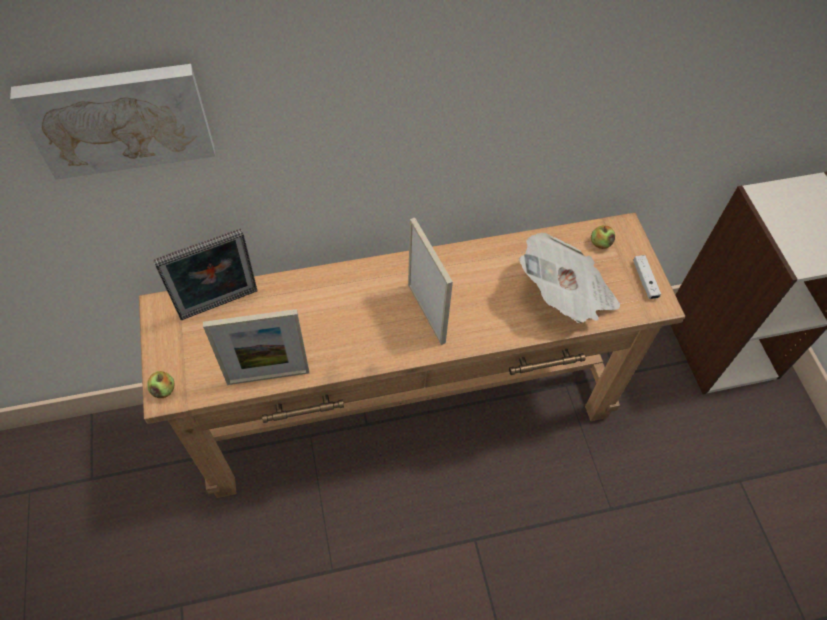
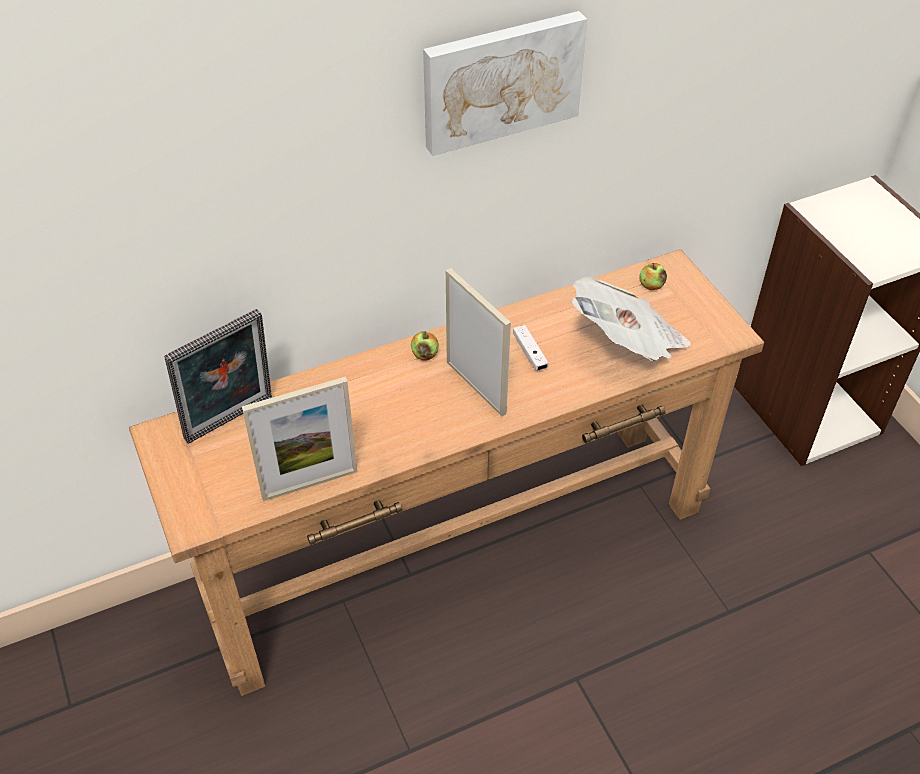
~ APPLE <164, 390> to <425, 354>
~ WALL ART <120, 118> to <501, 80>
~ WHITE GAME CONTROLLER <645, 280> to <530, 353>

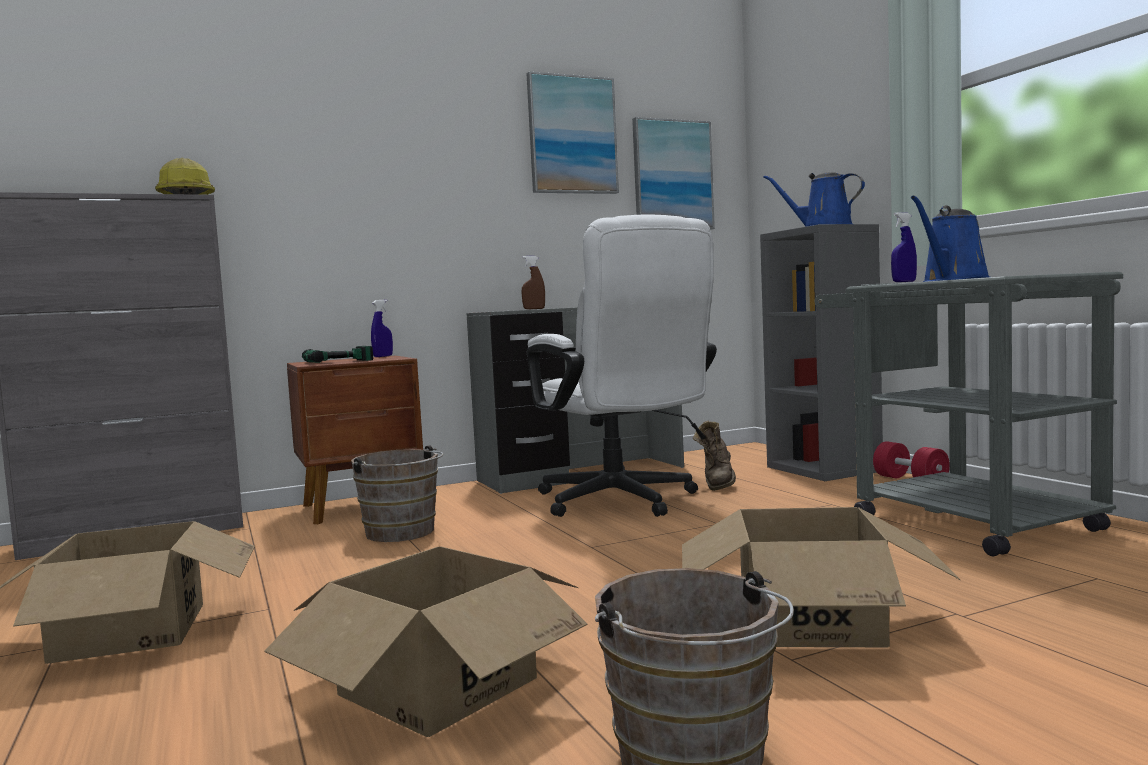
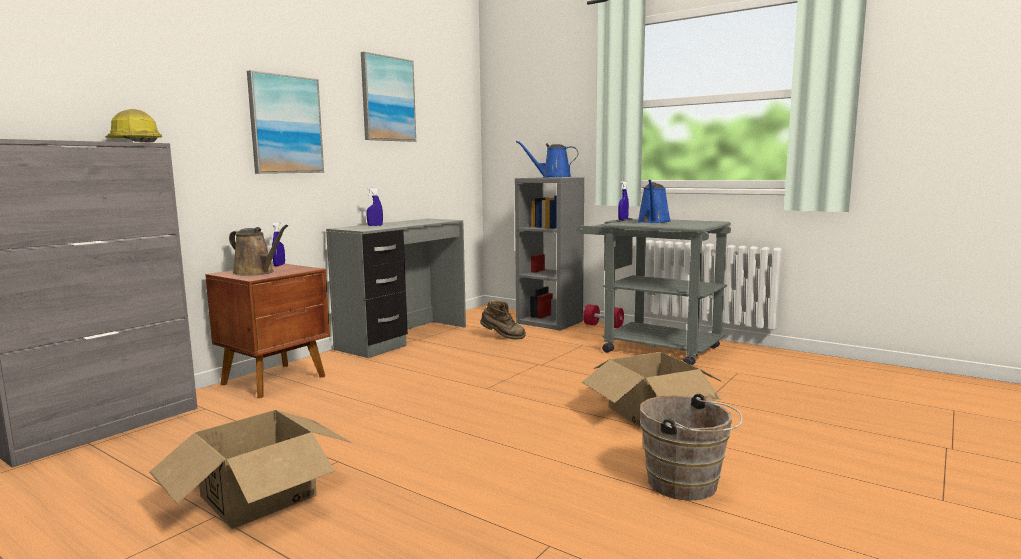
~ ELECTRIC DRILL <334, 361> to BROWNISH SPRINKLING CAN <256, 272>
~ WALL ART <672, 175> to <285, 125>
~ BROWNISH SPRAY BOTTLE <534, 309> to BLUE-COLOURED SPRAY BOTTLE <375, 225>
~ BROWNISH HIGH-TOP BOOT <718, 484> = <502, 337> 60 degrees counterclockwise
- PACKING BOX <439, 685>
- BROWNISH WATER BUCKET <402, 533>
- WHITE OFFICE CHAIR <623, 502>

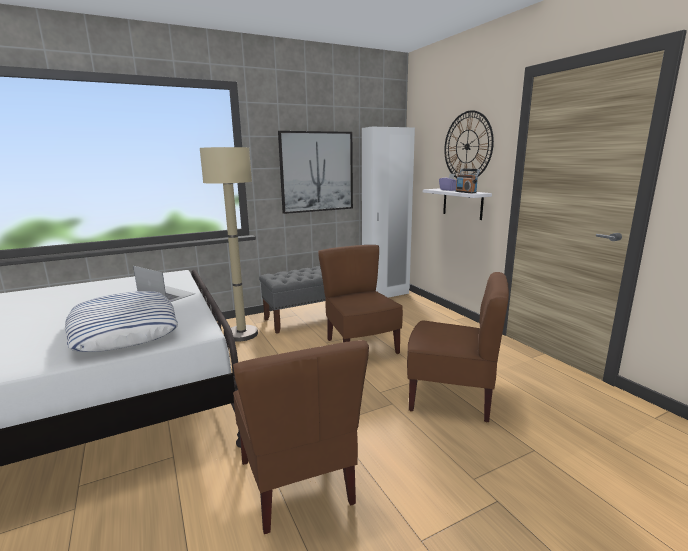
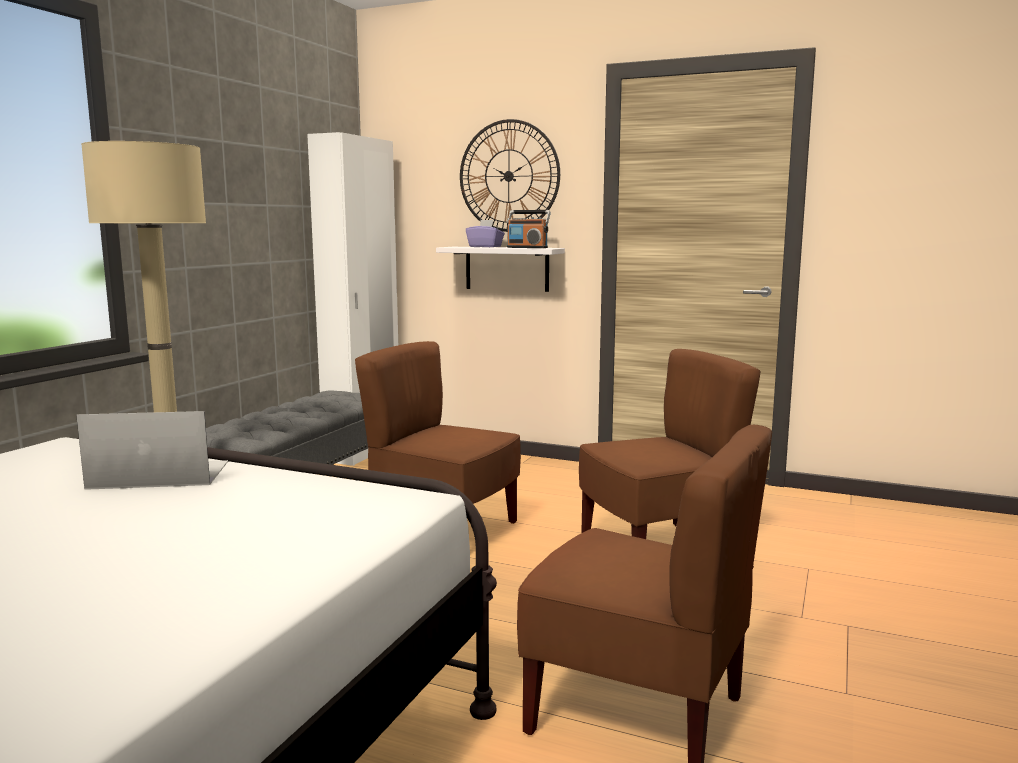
- PILLOW <124, 329>
- WALL ART <317, 172>

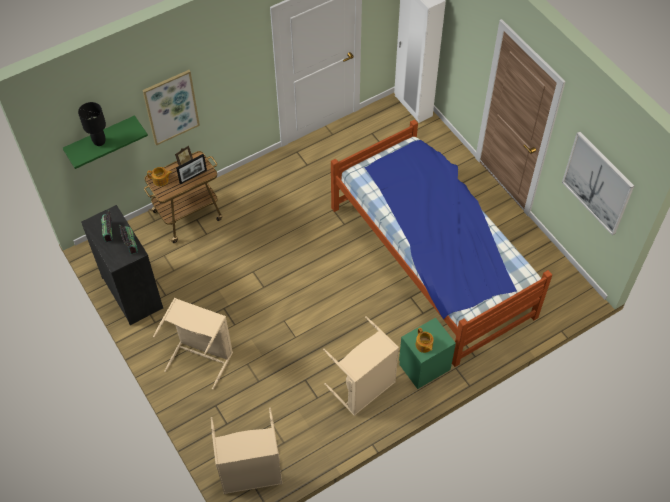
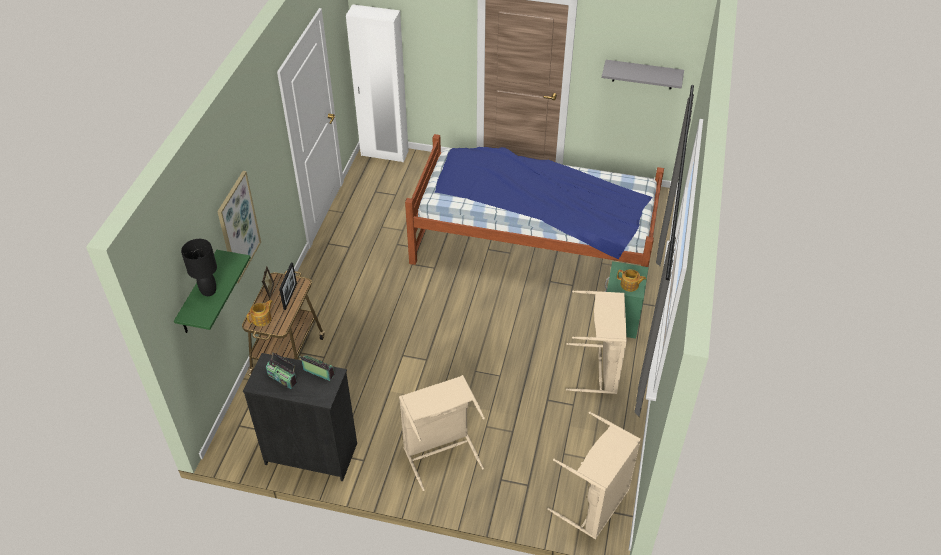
~ WALL ART <597, 183> to GRAY WALL SHELF <643, 74>

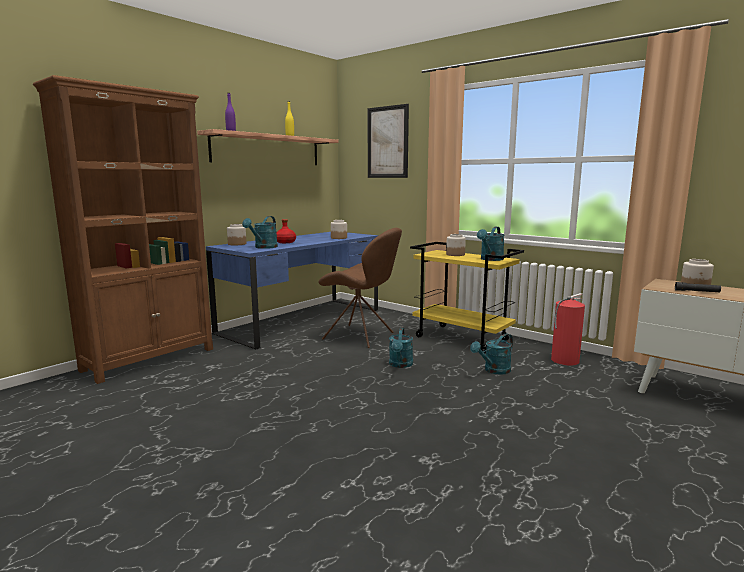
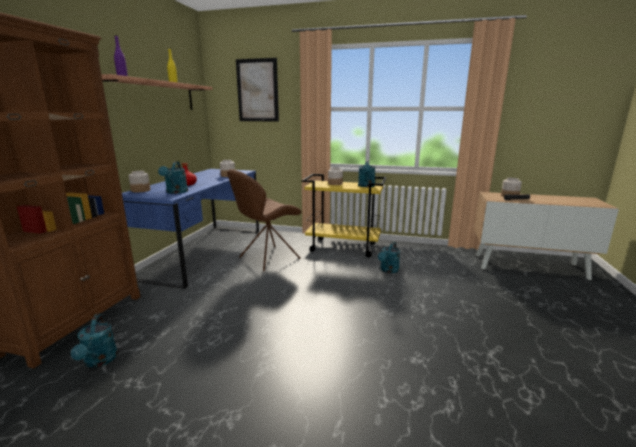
~ TURQUOISE SPRINKLING CAN <400, 365> to <99, 361>
~ BROWNISH CHAIR <360, 336> = <267, 259> 135 degrees clockwise
- EXTINGUISHER <563, 360>

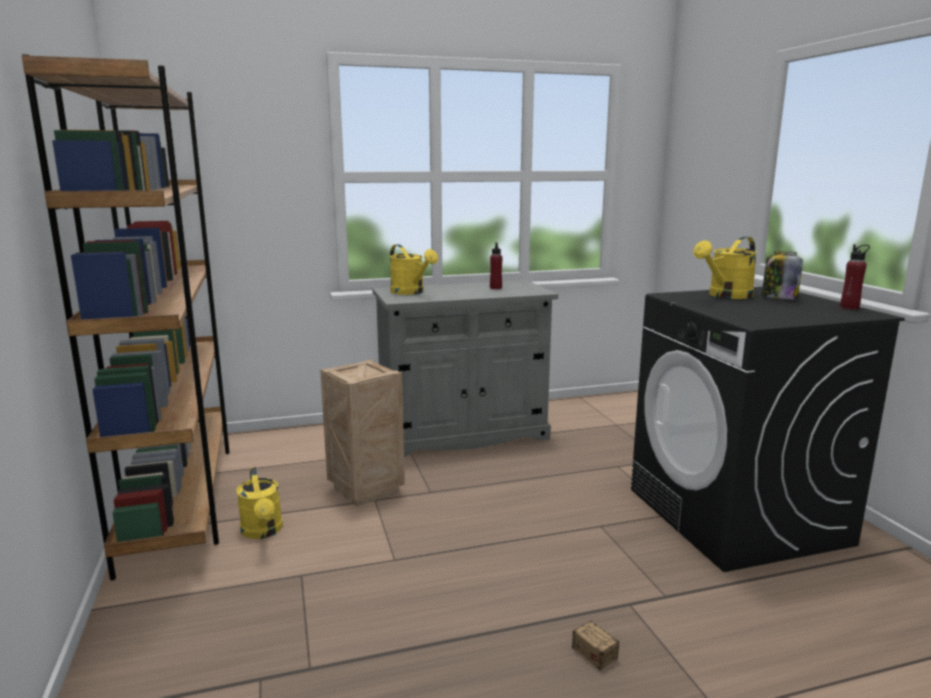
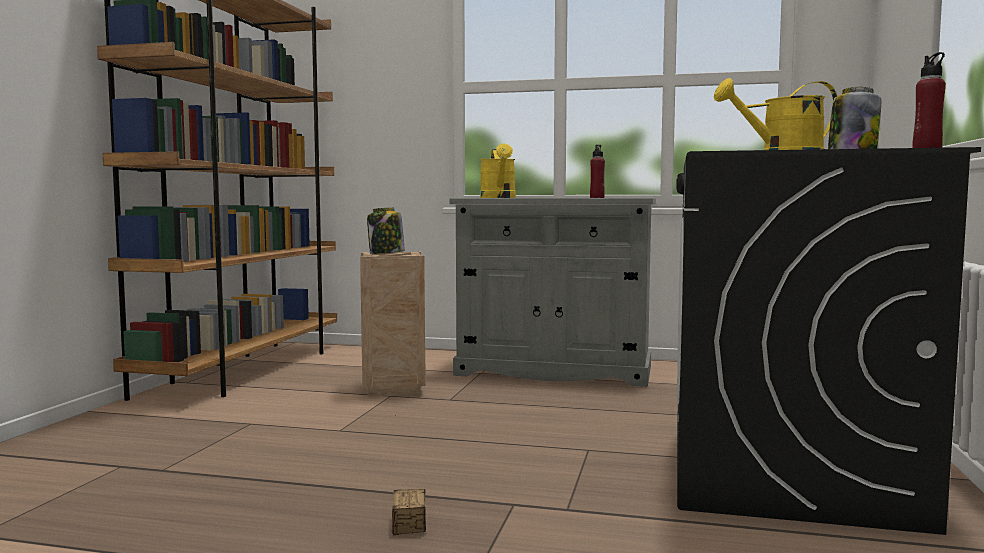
+ STORAGE JAR <386, 254>
- YELLOW SPRINKLING CAN <263, 532>

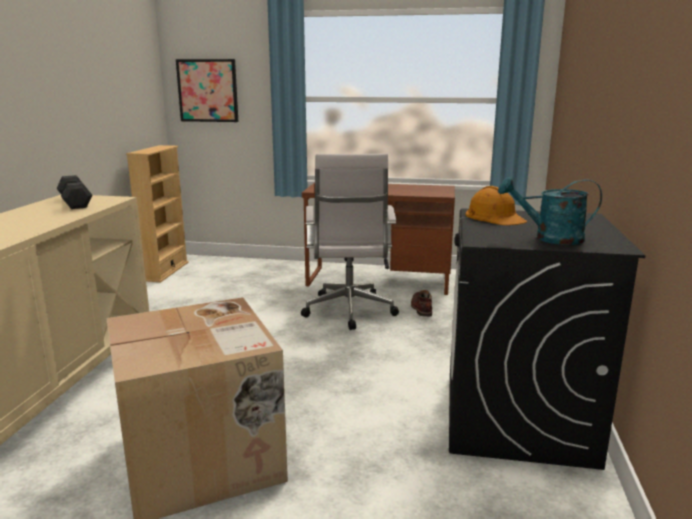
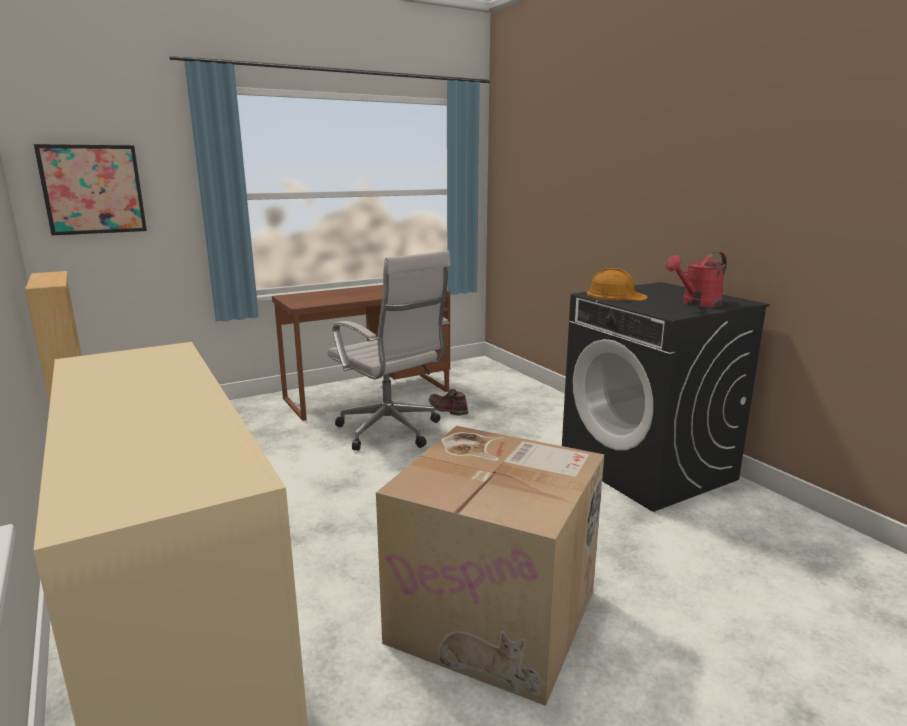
~ TURQUOISE SPRINKLING CAN <550, 238> to RED SPRINKLING CAN <696, 304>
- GRAY DUMBBELL <75, 203>

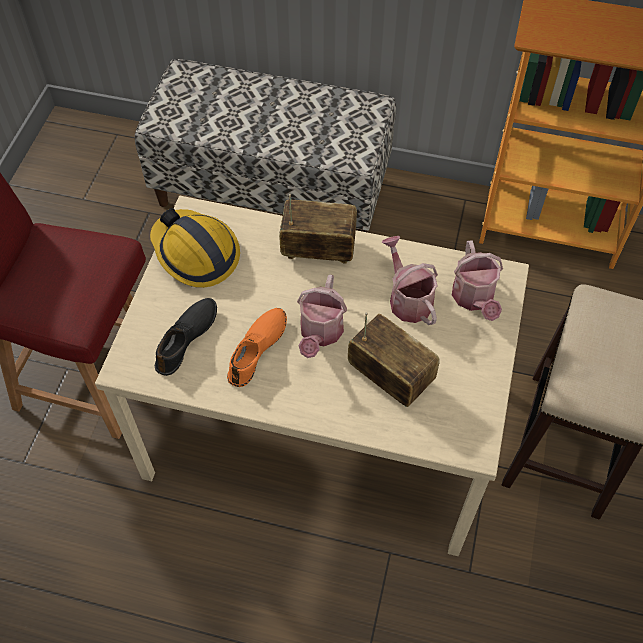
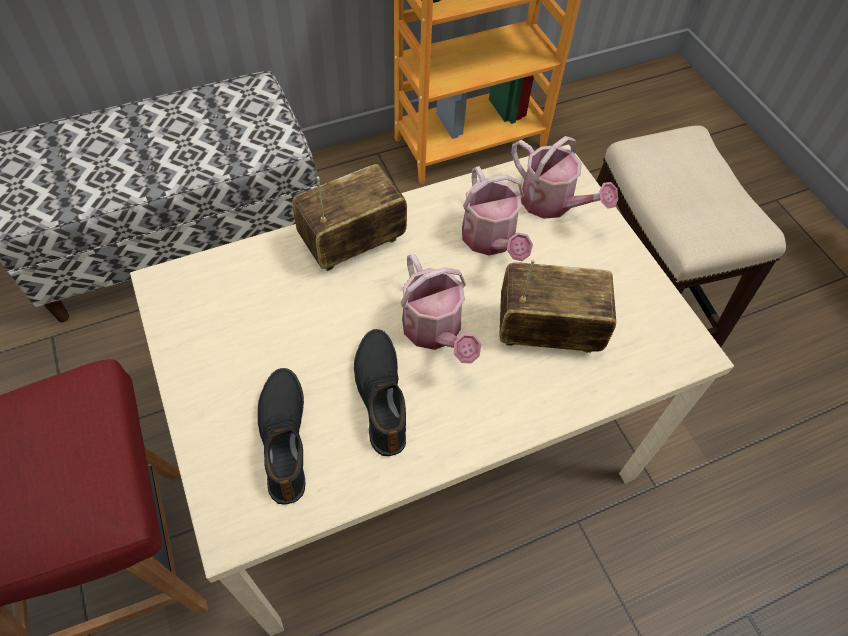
~ ORANGE-COLOURED SHOE <257, 350> to BLACK SHOE <382, 395>
~ SPRINKLING CAN <407, 299> = <491, 241> 135 degrees counterclockwise
- SAFETY HELMET <195, 253>

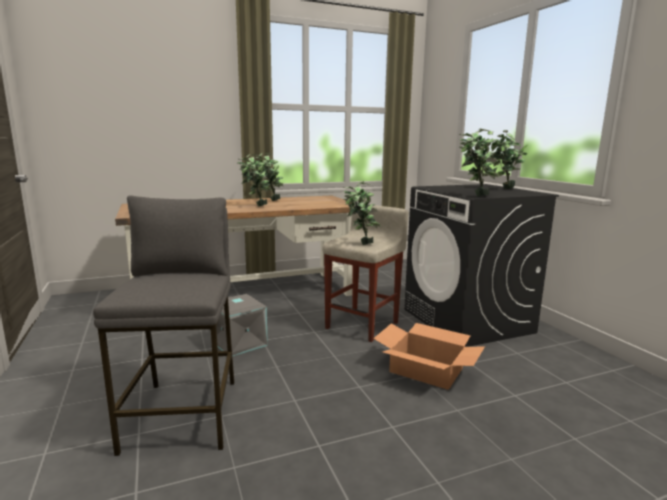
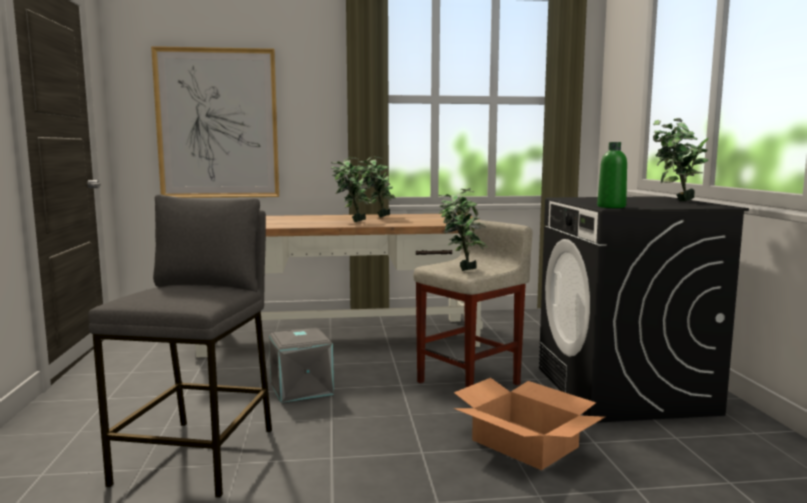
+ WALL ART <217, 124>
~ HOUSEPLANT <474, 195> to GREEN BOTTLE <611, 207>

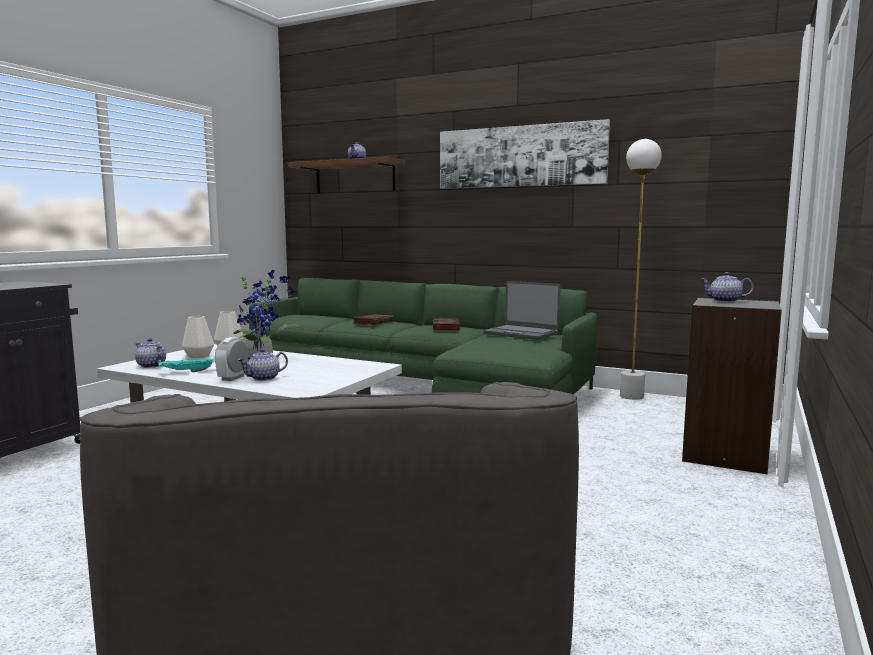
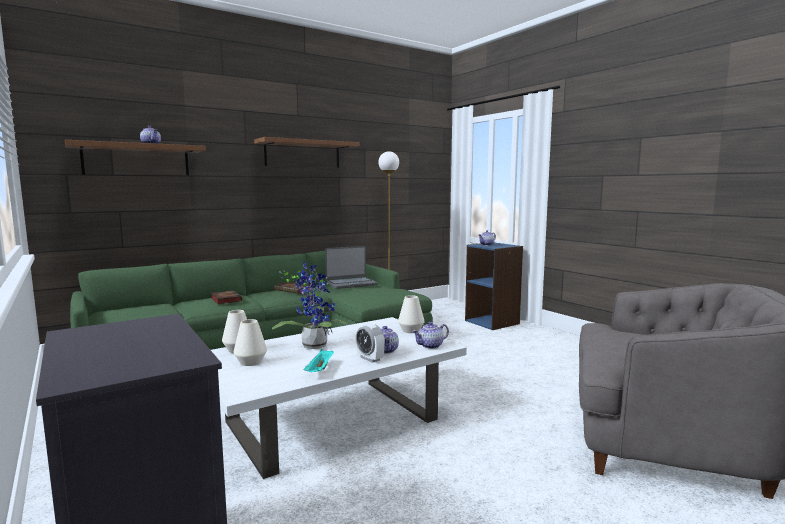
~ WALL ART <520, 156> to BROWNISH WALL SHELF <302, 154>
+ WHITE DECORATIVE VASE <411, 330>
~ TEA POT <150, 366> to <430, 346>
~ GRAY SHELVING UNIT <726, 455> to BLUE-COLOURED SHELVING UNIT <492, 322>

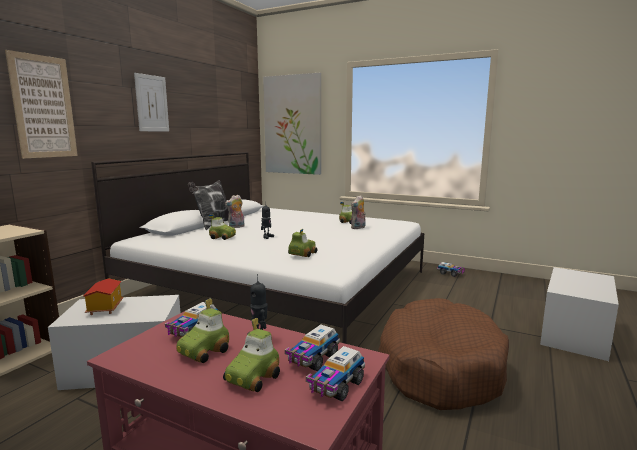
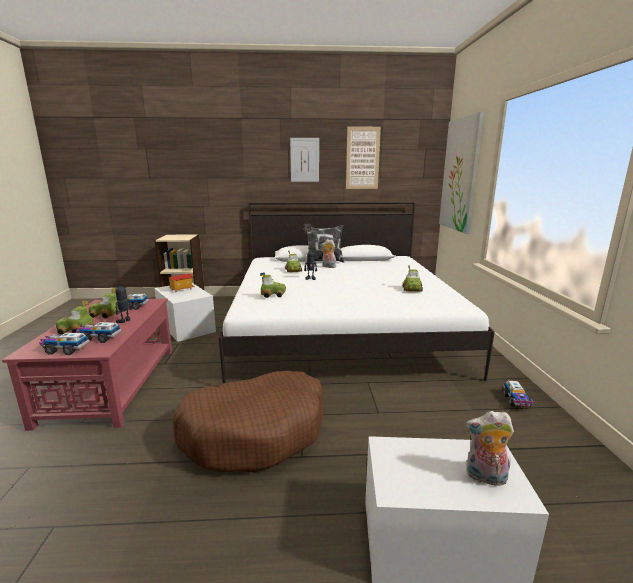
~ WALL ART <43, 107> to <362, 158>
~ SOFT TOY <358, 228> to <485, 477>

